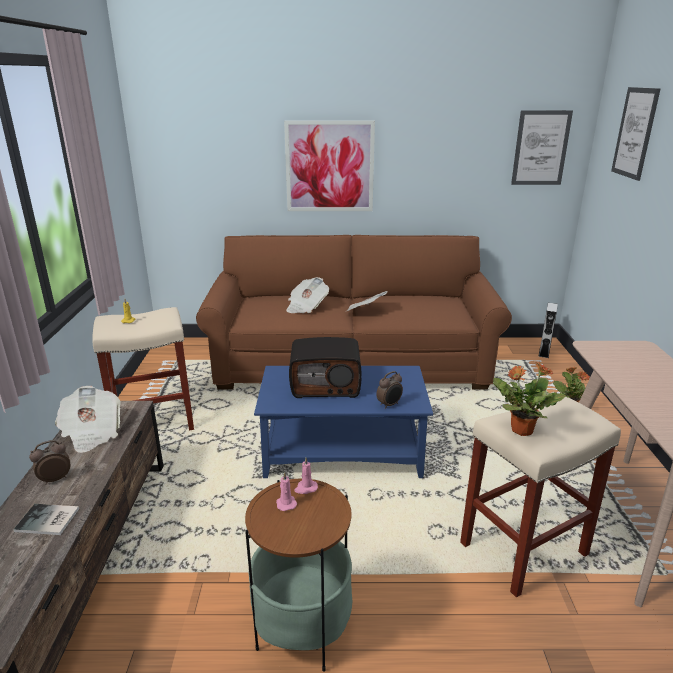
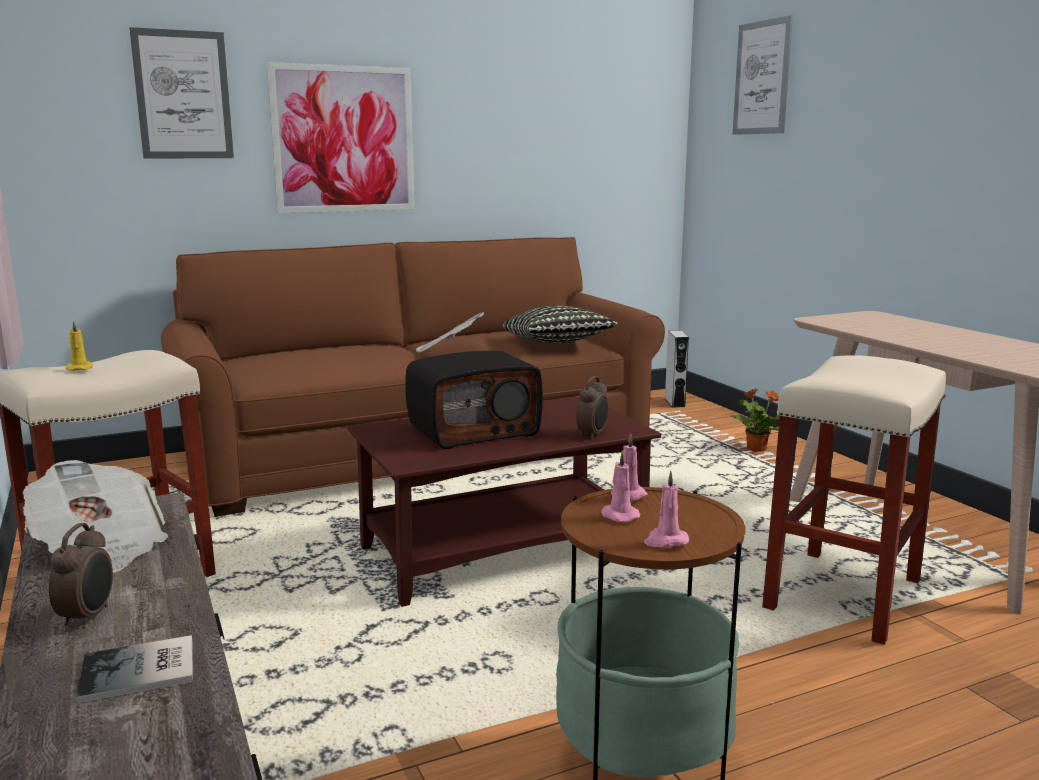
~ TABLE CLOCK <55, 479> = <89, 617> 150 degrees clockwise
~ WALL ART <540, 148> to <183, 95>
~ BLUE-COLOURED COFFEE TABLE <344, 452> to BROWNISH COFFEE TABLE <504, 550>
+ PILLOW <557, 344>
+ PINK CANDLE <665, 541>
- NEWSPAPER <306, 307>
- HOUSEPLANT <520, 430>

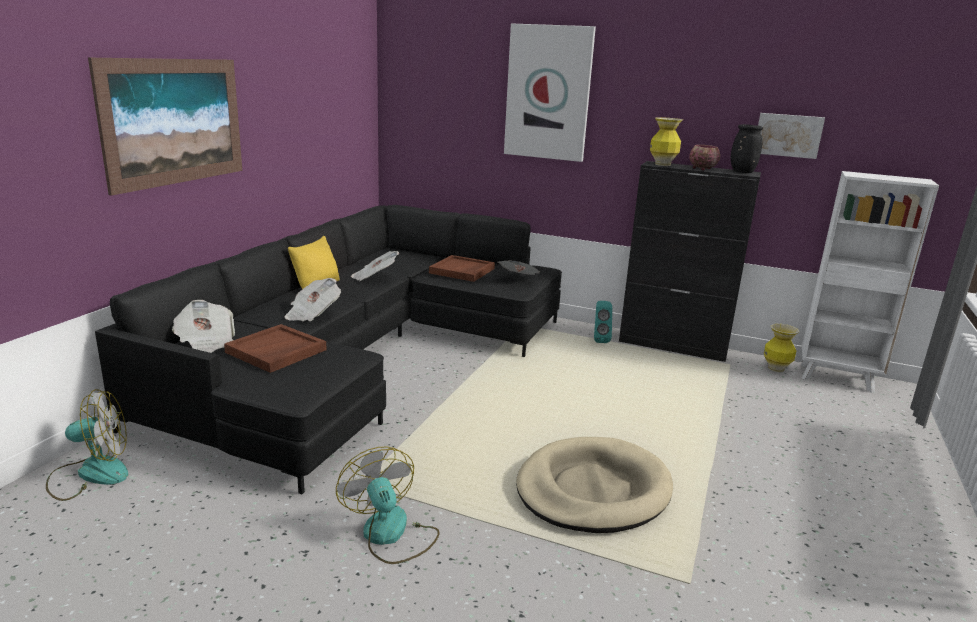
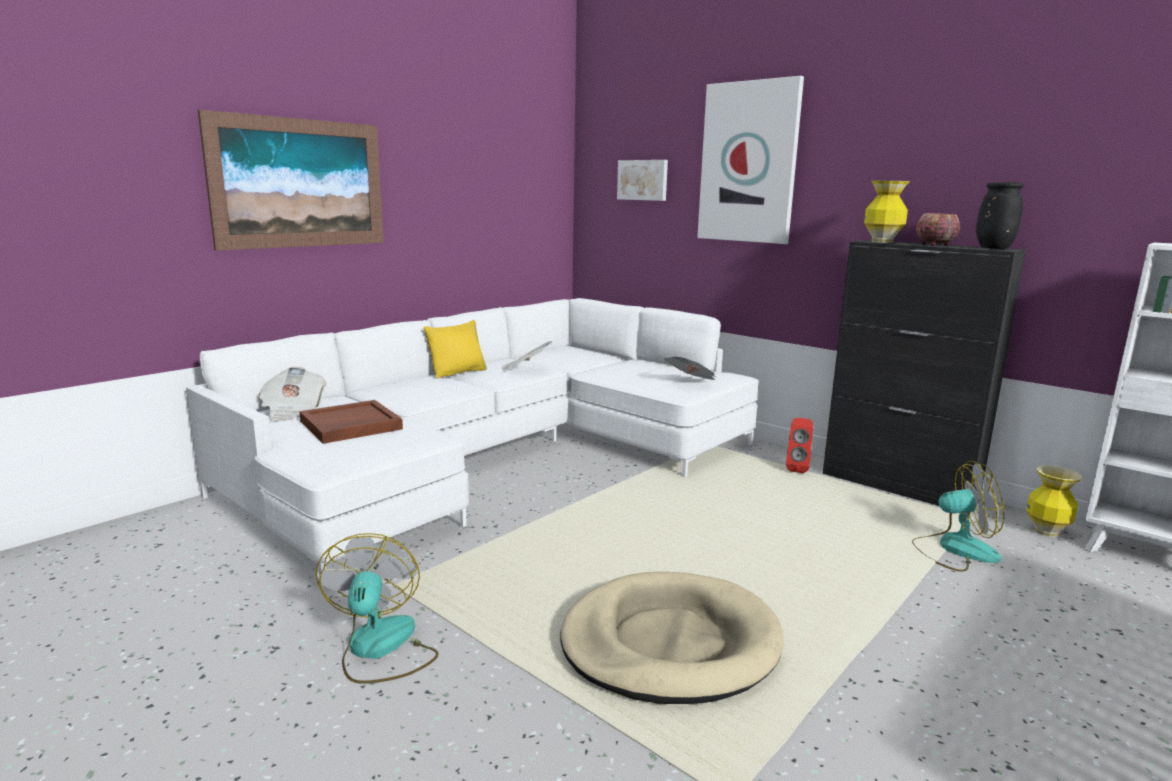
~ BLACK SOFA <363, 356> to WHITE SOFA <499, 456>
~ WALL ART <788, 135> to <643, 180>
~ TURQUOISE SPEAKER <599, 340> to RED SPEAKER <797, 469>
~ ELECTRIC FAN <90, 474> to <954, 549>
- NEWSPAPER <312, 314>
- BROWNISH SERVING TRAY <462, 271>

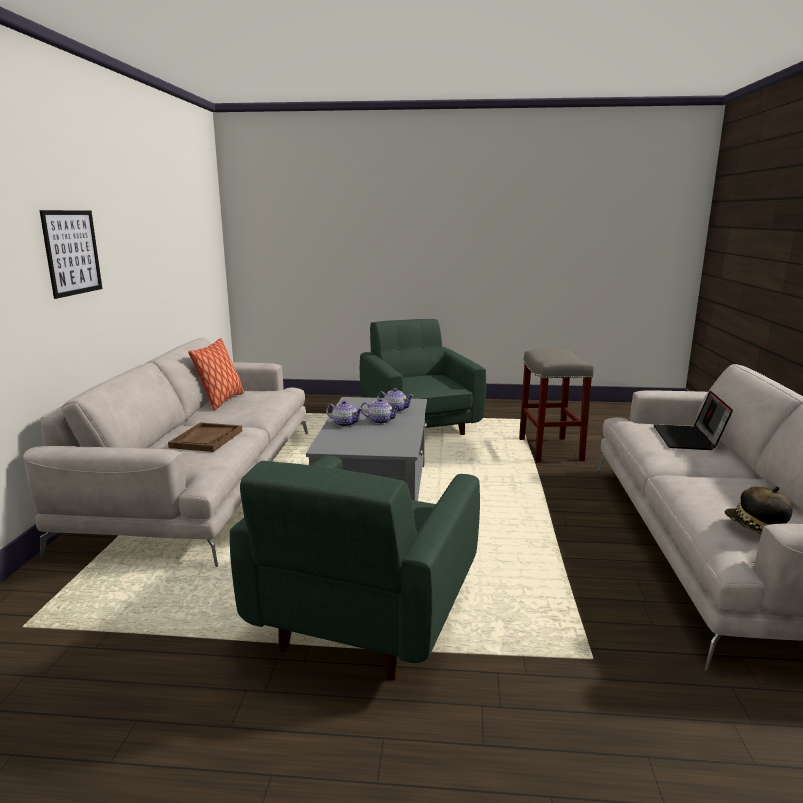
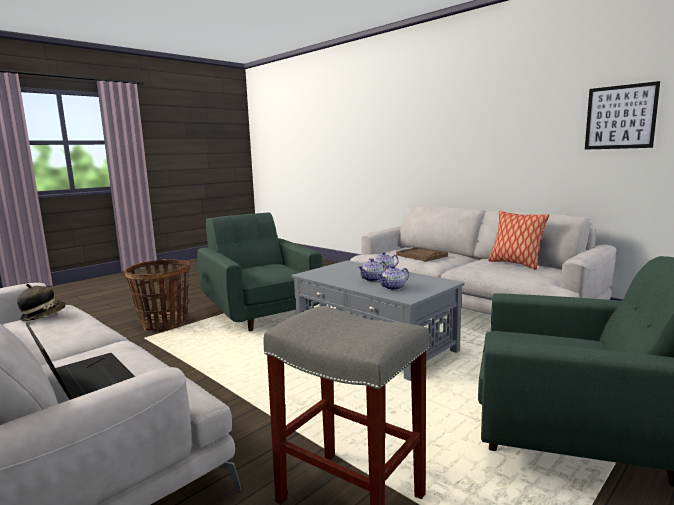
+ HOUSEHOLD BASKET <164, 323>
~ WALL ART <72, 252> to <620, 117>

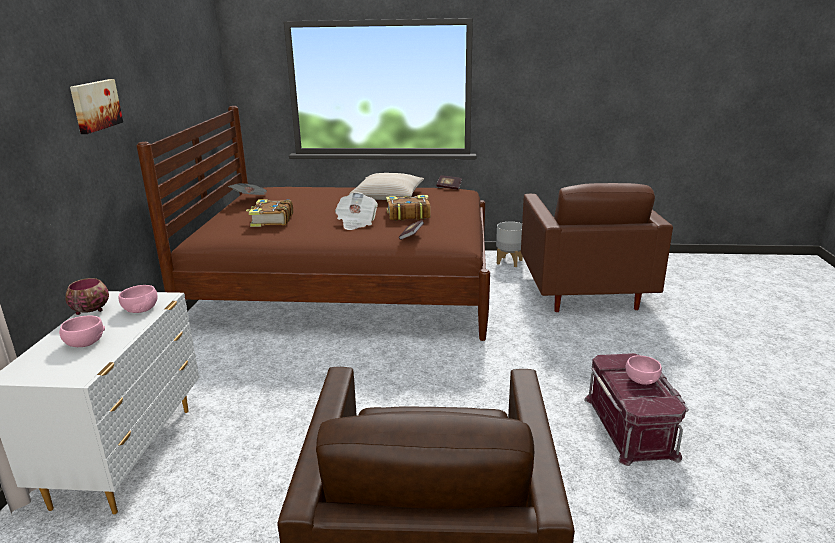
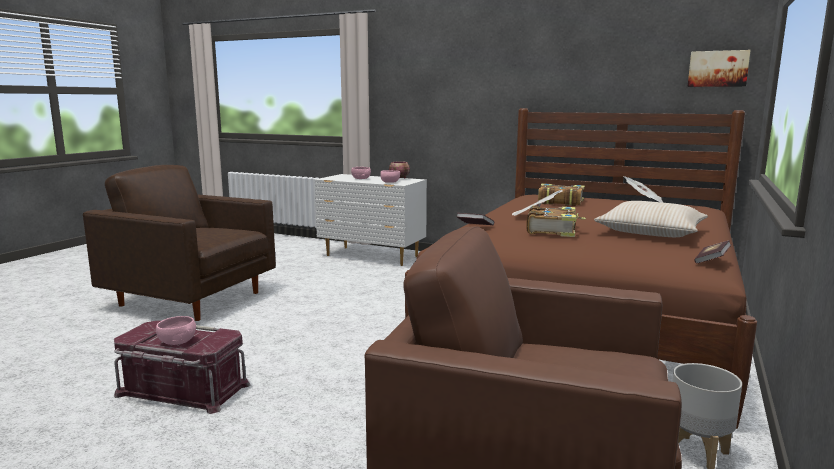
~ WALL ART <95, 105> to <718, 68>

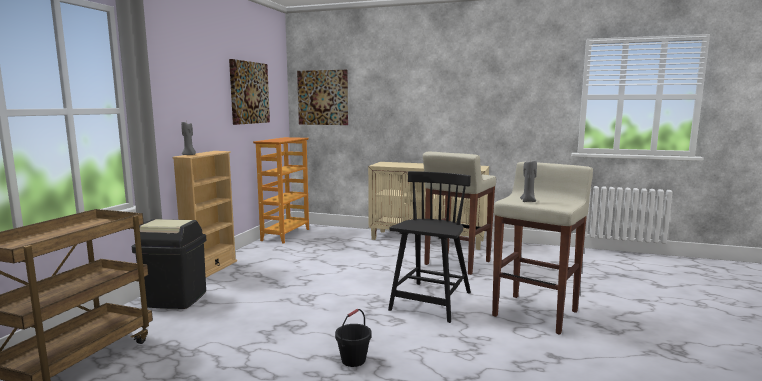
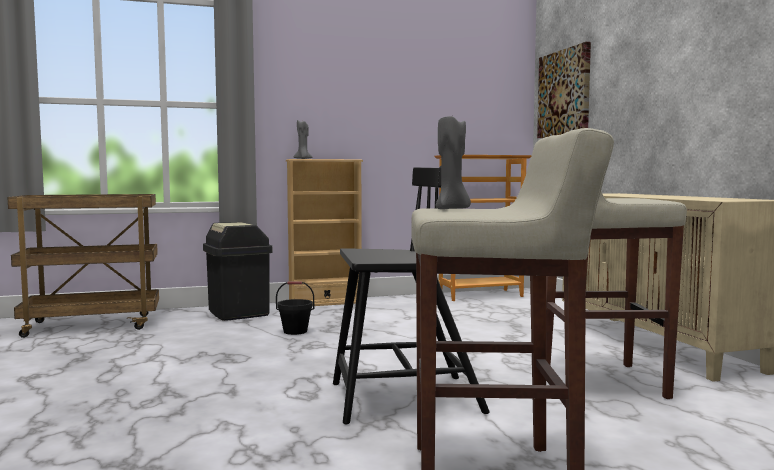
~ BLACK WATER BUCKET <353, 360> to <295, 331>
- WALL ART <249, 92>

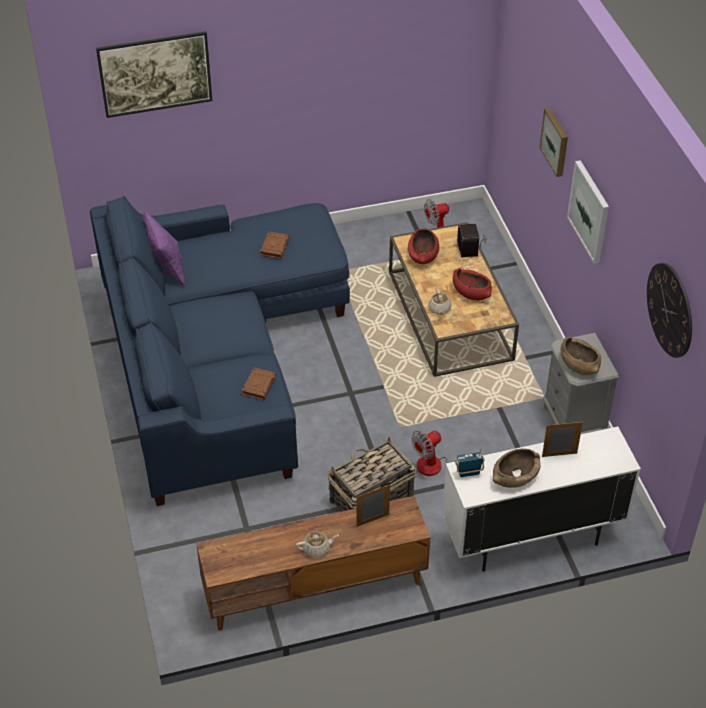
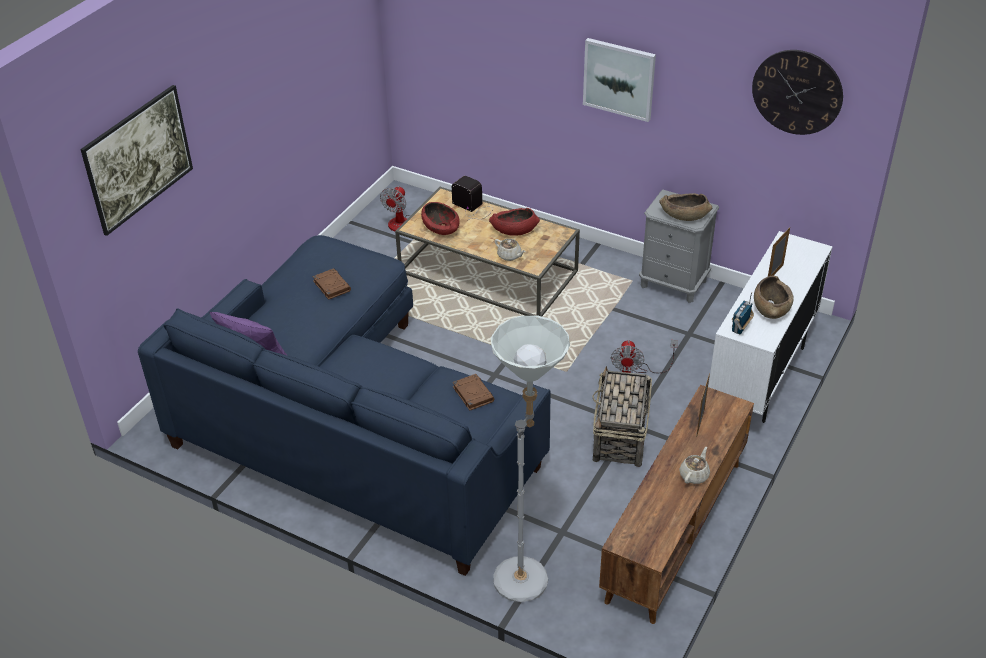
+ GRAY FLOOR LAMP <526, 571>
- WALL ART <556, 142>

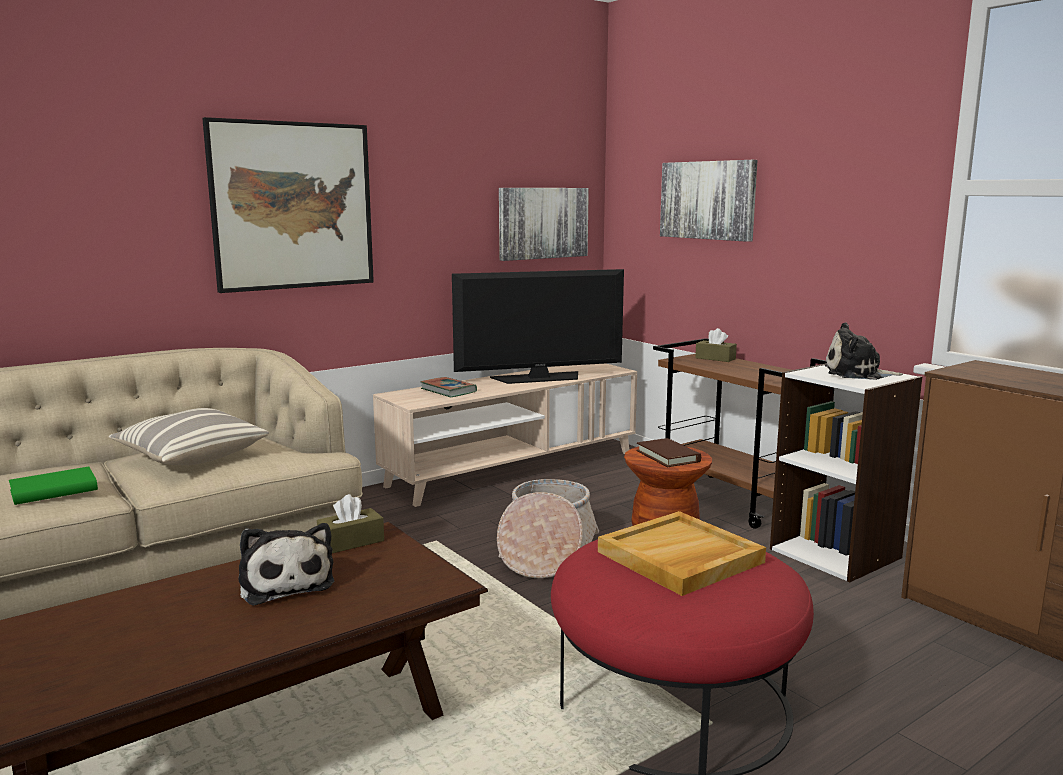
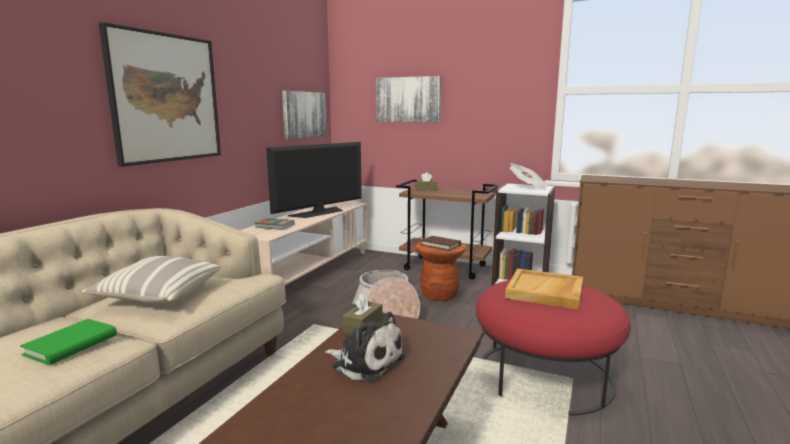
~ SOFT TOY <857, 374> to NEWSPAPER <528, 187>

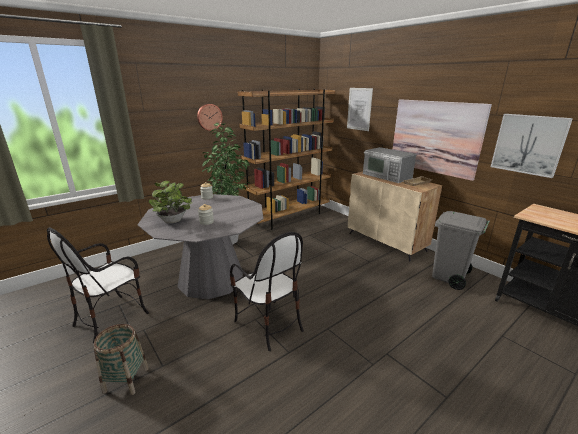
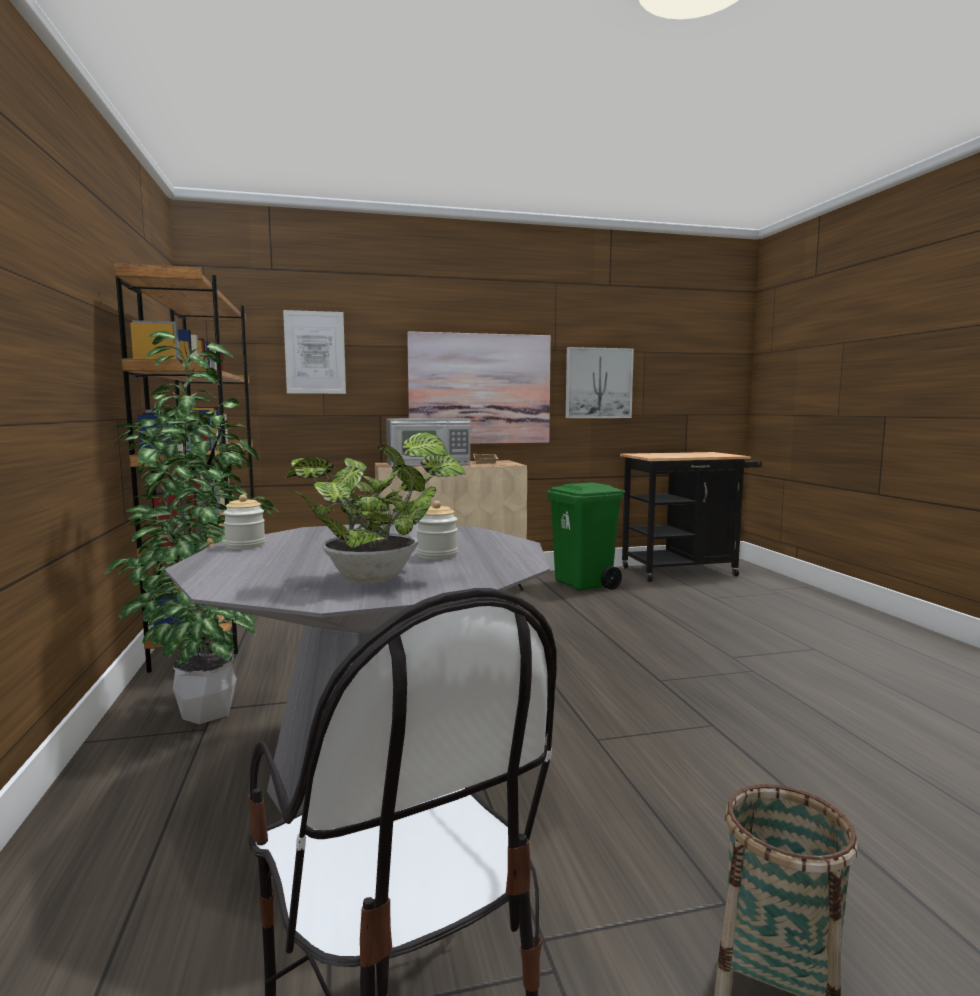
~ GRAY RUBBISH BIN <449, 277> to GREEN RUBBISH BIN <584, 584>
- WALL CLOCK <209, 117>
- CHAIR <269, 324>

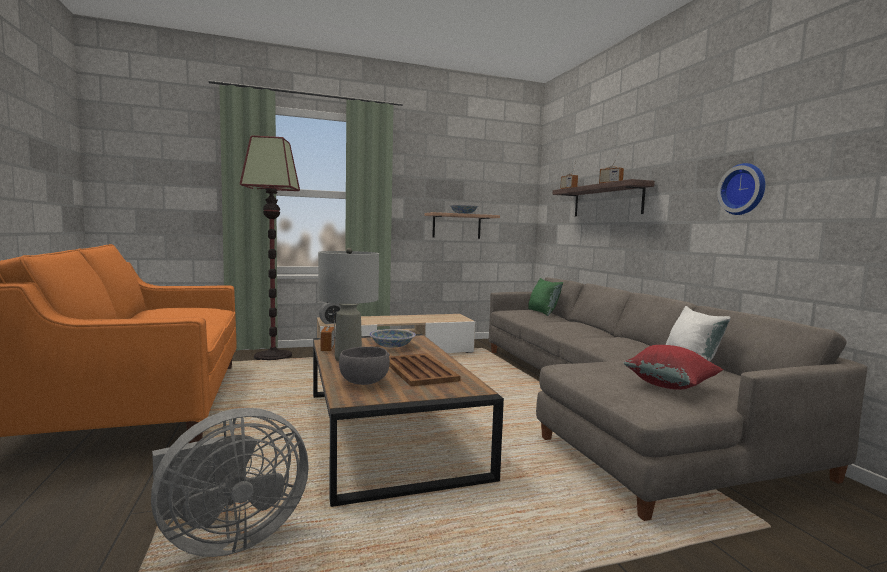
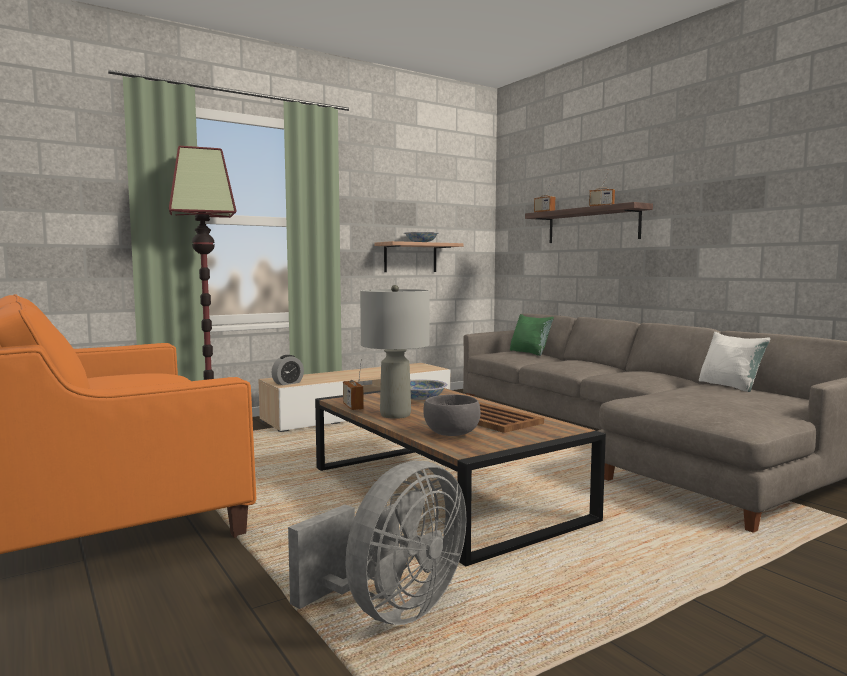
- RED PILLOW <671, 386>
- WALL CLOCK <744, 189>

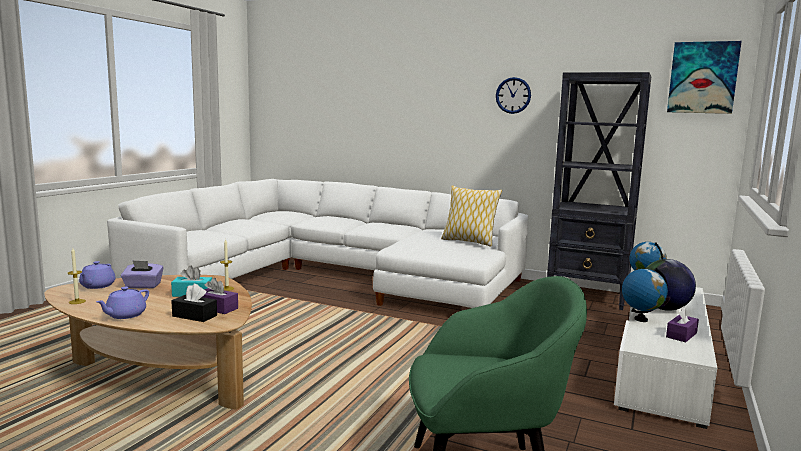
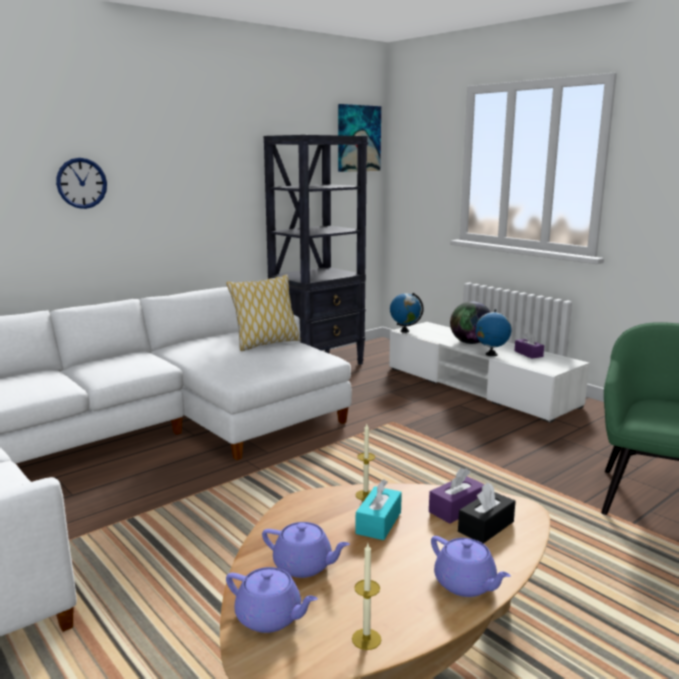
~ WALL CLOCK <513, 95> to <81, 183>
~ PURPLE-COLOURED TISSUE HOLDER <143, 286> to PURPLE-COLOURED TEA POT <304, 566>

